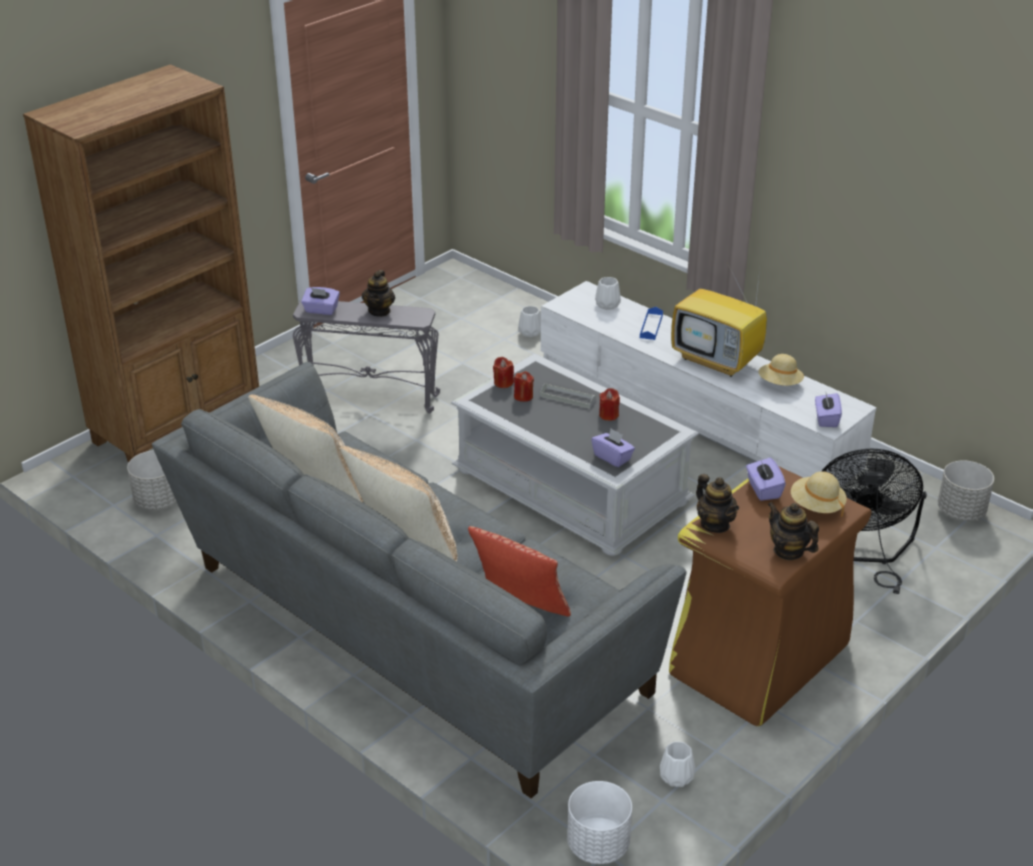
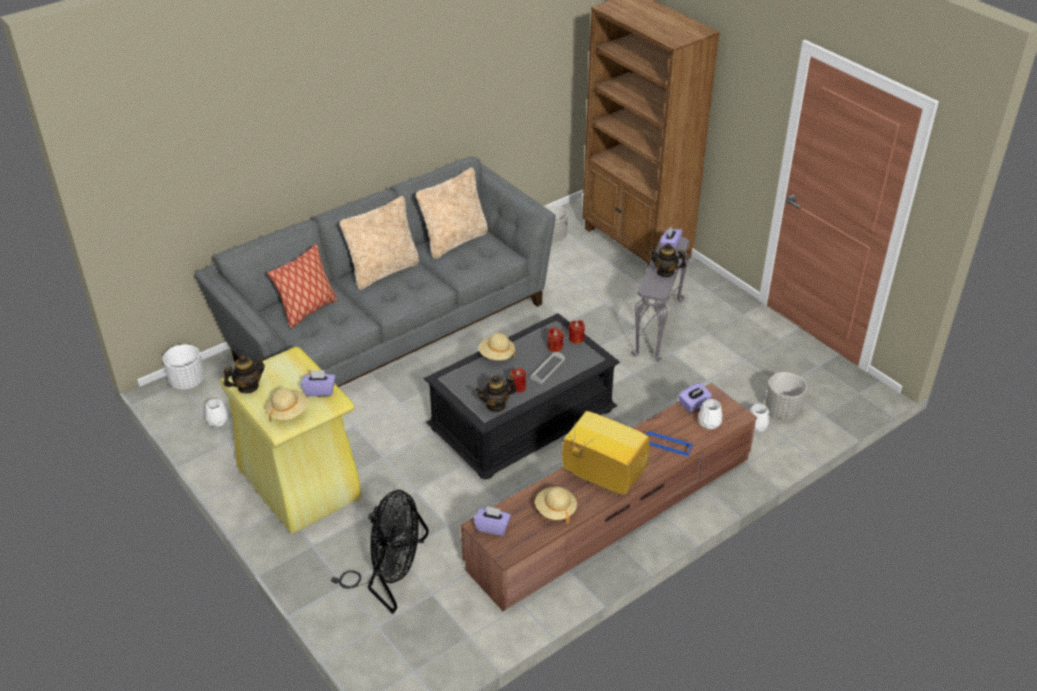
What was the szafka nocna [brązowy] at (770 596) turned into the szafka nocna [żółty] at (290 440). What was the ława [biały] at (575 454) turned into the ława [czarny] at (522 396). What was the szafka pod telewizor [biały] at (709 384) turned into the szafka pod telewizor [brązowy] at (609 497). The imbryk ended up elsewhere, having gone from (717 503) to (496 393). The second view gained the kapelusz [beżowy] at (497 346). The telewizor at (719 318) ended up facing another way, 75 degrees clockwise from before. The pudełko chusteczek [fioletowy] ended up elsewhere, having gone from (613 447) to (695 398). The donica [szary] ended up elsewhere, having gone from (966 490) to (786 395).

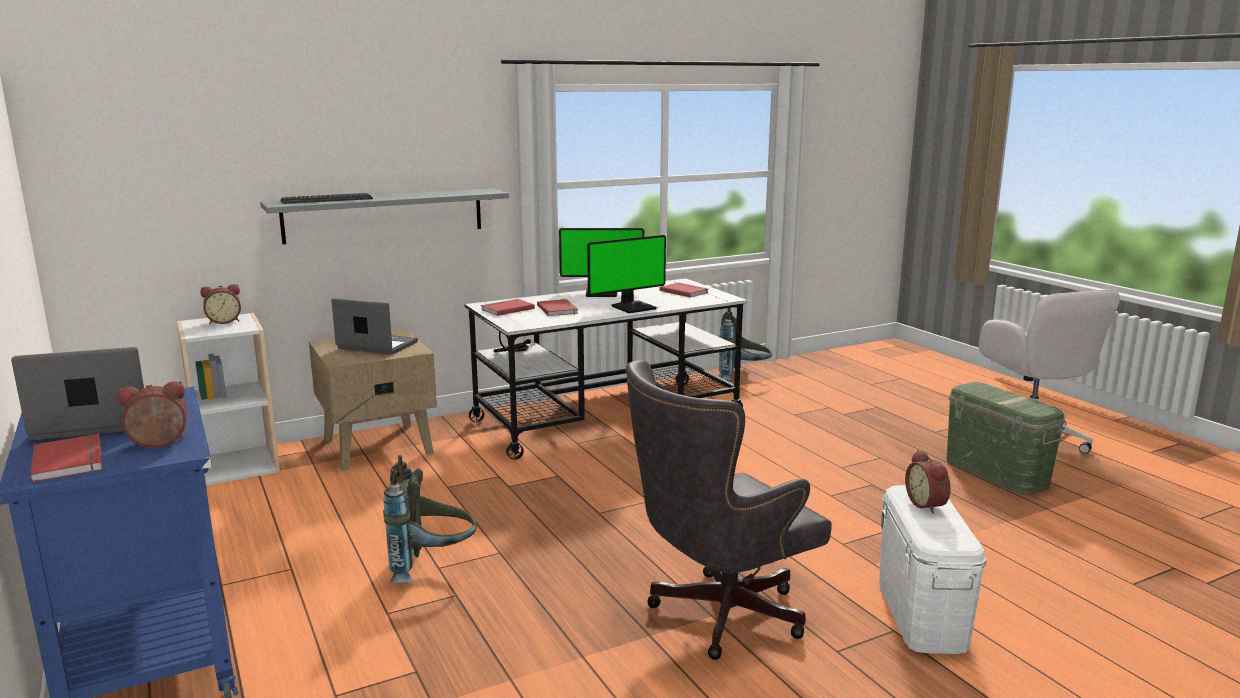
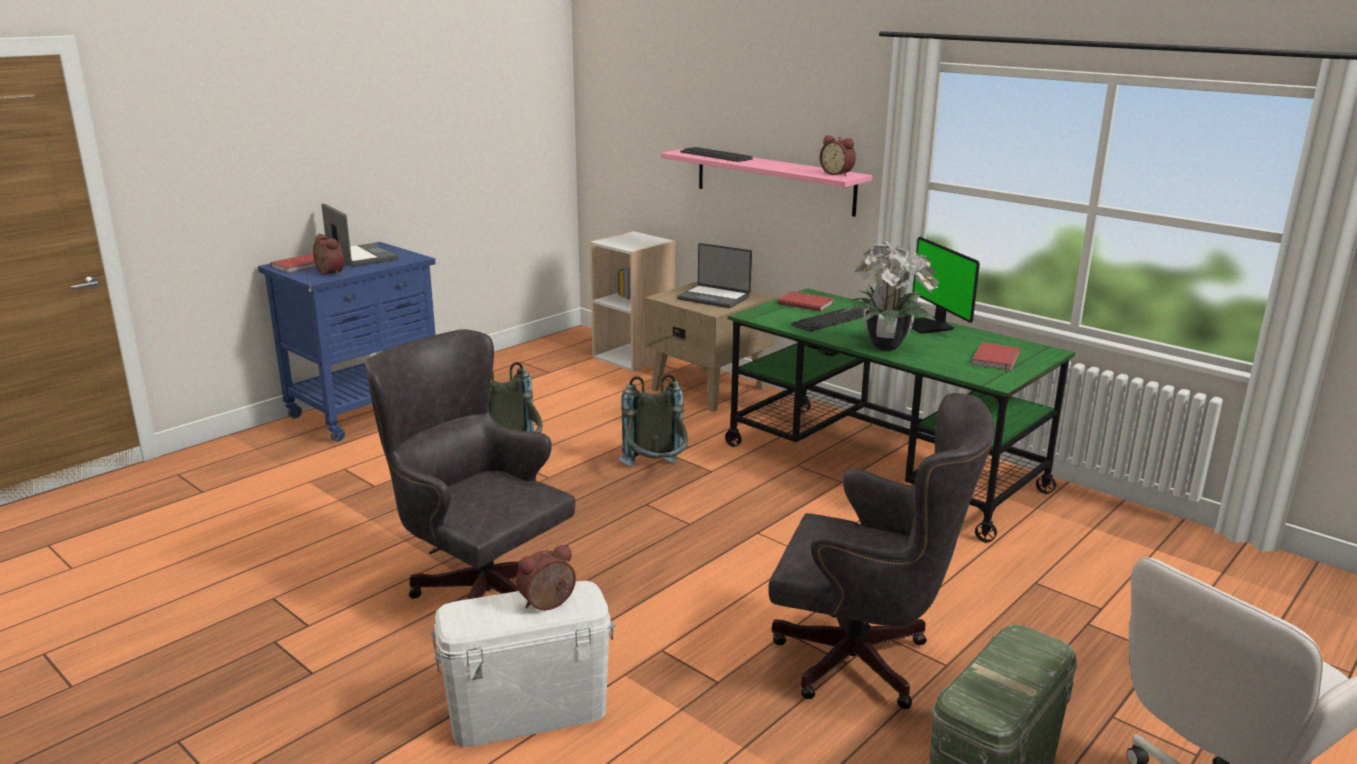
The plecak [szary] ended up elsewhere, having gone from (745 345) to (653 420). What was the półka [szary] at (384 216) turned into the półka [różowy] at (767 183). The laptop at (374 326) ended up facing another way, 120 degrees clockwise from before. What was the biurko [biały] at (606 369) turned into the biurko [zielony] at (900 415). The second view gained the krzesło biurowe [szary] at (881 551). Where the książka [czerwony] stood at (557 307), the klawiatura came to stand at (827 319). The budzik ended up elsewhere, having gone from (220 304) to (838 155). Where the monitor stood at (626 274), the roślina doniczkowa came to stand at (890 296).

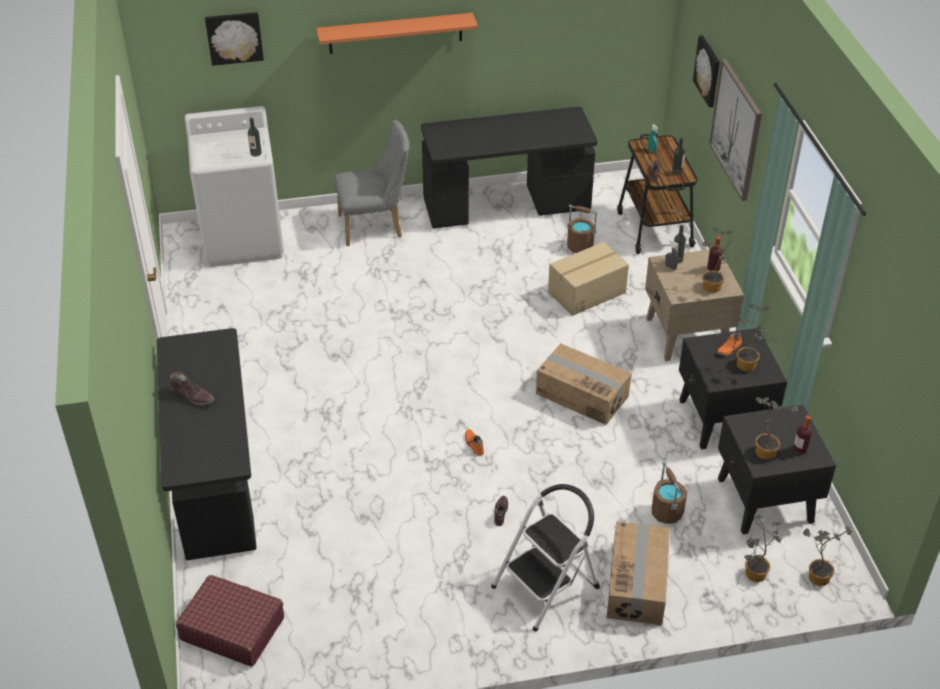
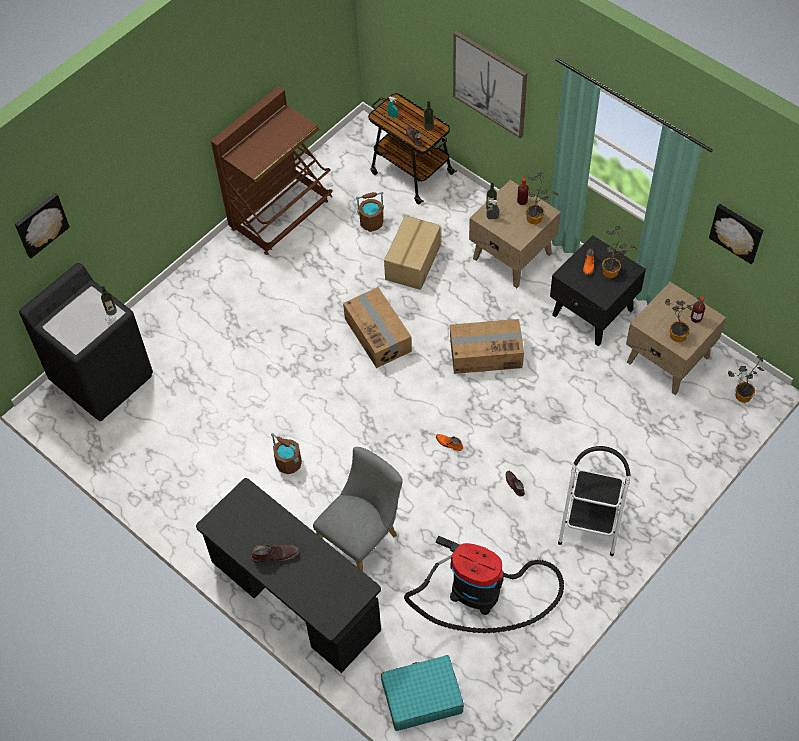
What was the pralka [biały] at (234 186) turned into the pralka [czarny] at (86 342). Where the biurko [czarny] stood at (509 167), the regał na buty [brązowy] came to stand at (272 170). The wiadro [brązowy] ended up elsewhere, having gone from (669 493) to (286 453). The krzesło [szary] ended up elsewhere, having gone from (372 183) to (358 509). The karton ended up elsewhere, having gone from (638 573) to (377 327). What was the walizka [czerwony] at (230 620) turned into the walizka [turkusowy] at (422 693). The second view gained the odkurzacz at (484 584). What was the szafka nocna [czarny] at (777 469) turned into the szafka nocna [beżowy] at (676 338). The obraz ended up elsewhere, having gone from (706 71) to (736 234). The second view lost the półka [pomarańczowy] at (397 33). The second view lost the roślina doniczkowa at (763 548).

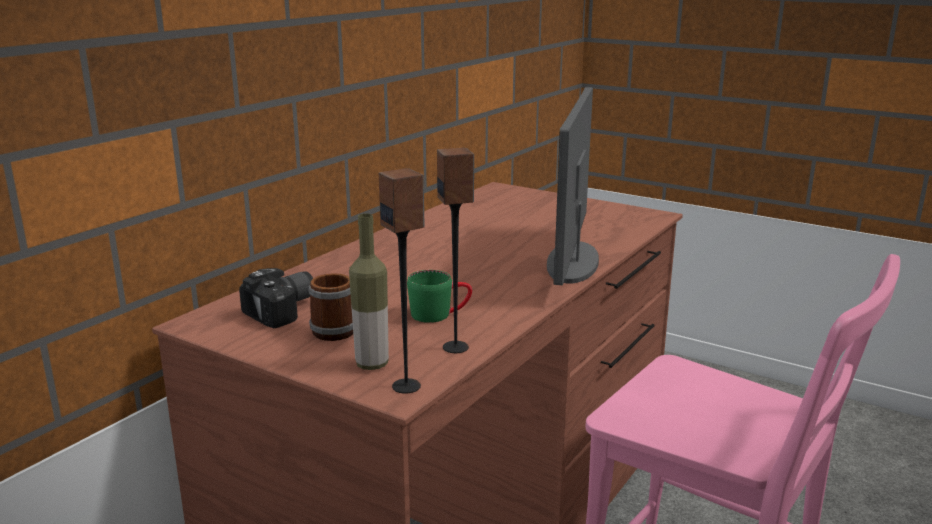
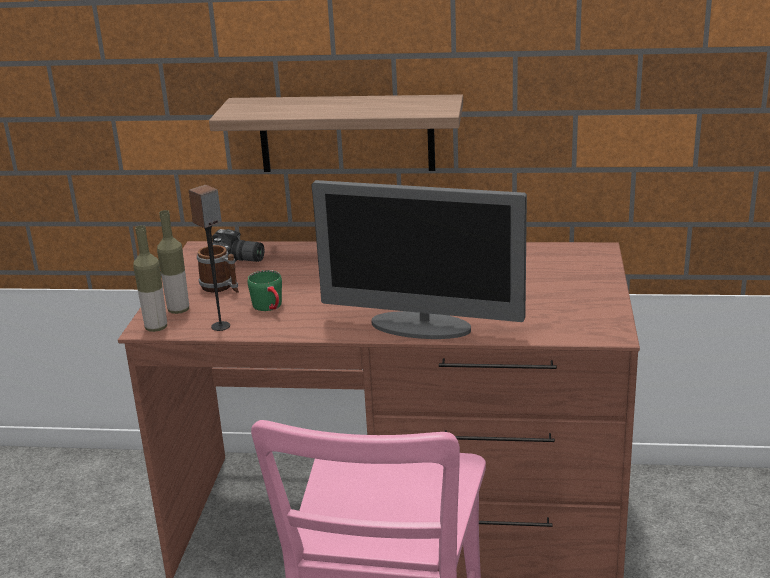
Where the głośnik stood at (402 281), the butelka came to stand at (150 278). The second view gained the półka at (336 133). The monitor at (573 186) ended up facing another way, 150 degrees counterclockwise from before.

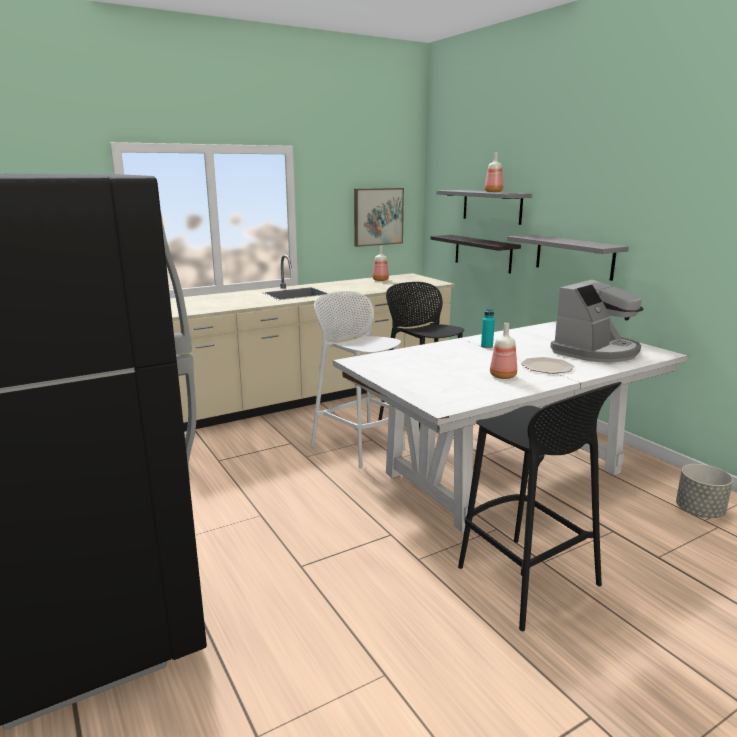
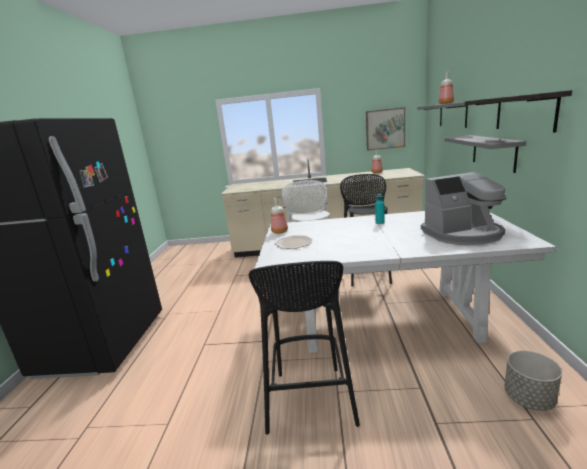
The butelka ended up elsewhere, having gone from (503 351) to (279 216). The talerz ended up elsewhere, having gone from (547 365) to (294 242). The półka ended up elsewhere, having gone from (475 254) to (518 111).

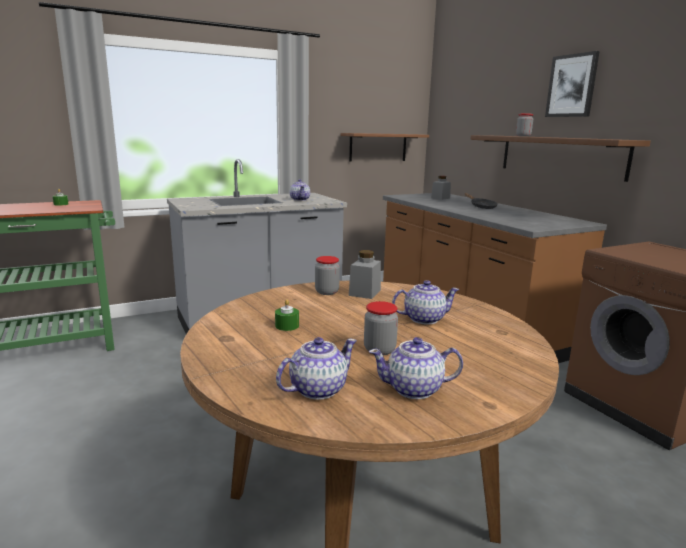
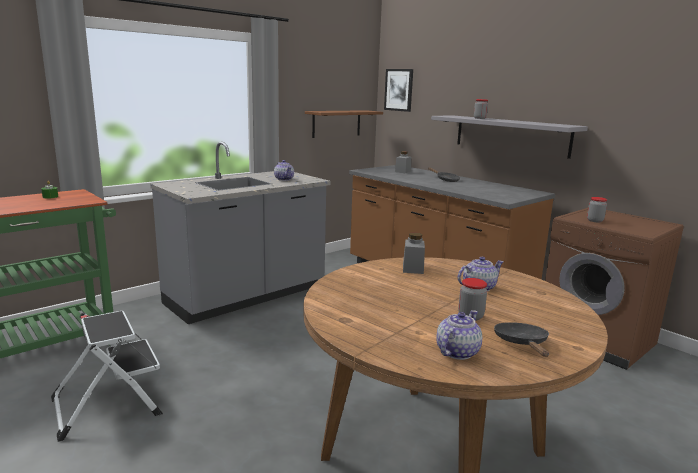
The second view gained the drabinka at (107 376). The obraz ended up elsewhere, having gone from (572 84) to (398 90). What was the półka [brązowy] at (560 158) turned into the półka [szary] at (509 137). Where the imbryk stood at (416 368), the patelnia [czarny] came to stand at (521 339). The słoik ended up elsewhere, having gone from (327 275) to (597 209). The second view lost the świeca [zielony] at (287 315).

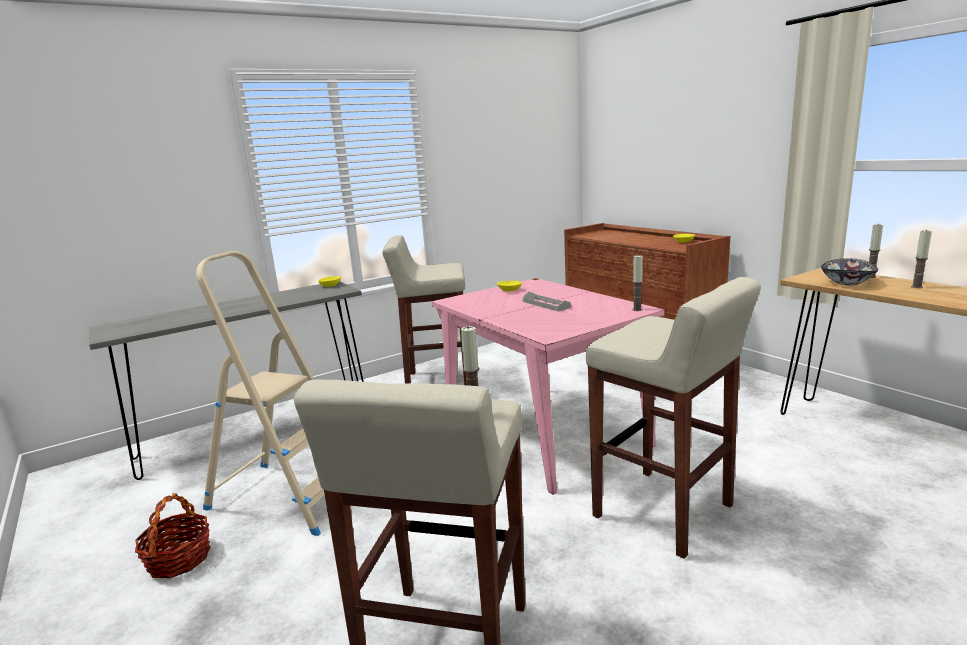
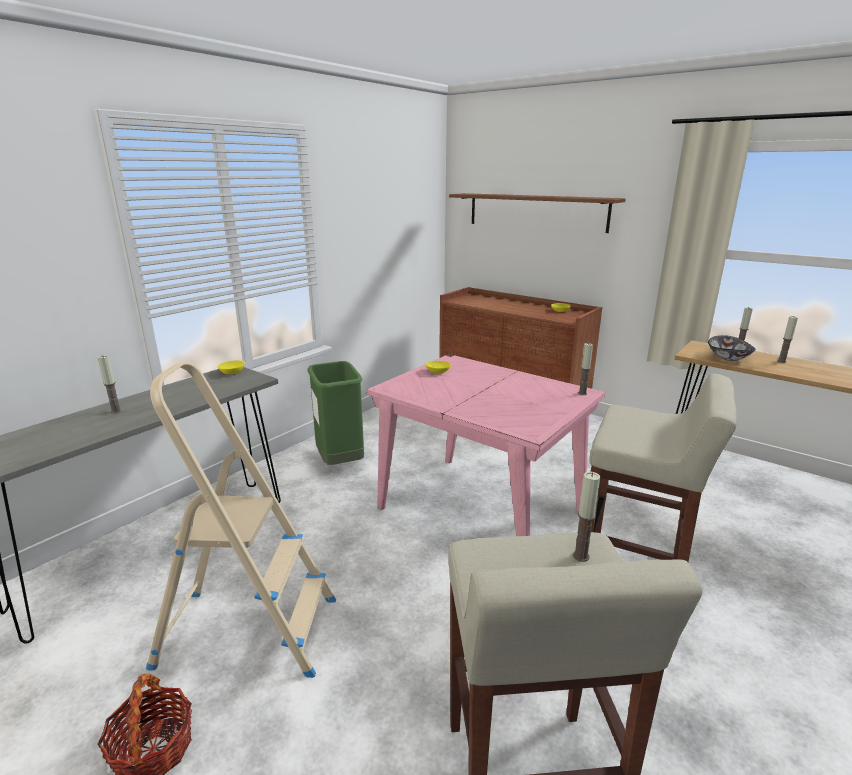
The second view gained the świeca at (110 384). Where the stołek [beżowy] stood at (424 310), the kosz na śmieci [zielony] came to stand at (336 413). The second view gained the półka [brązowy] at (537 213). The second view lost the taca [szary] at (547 302).

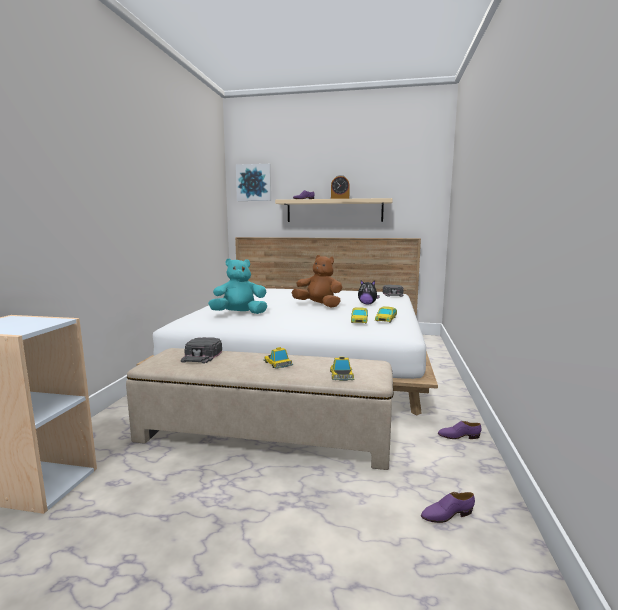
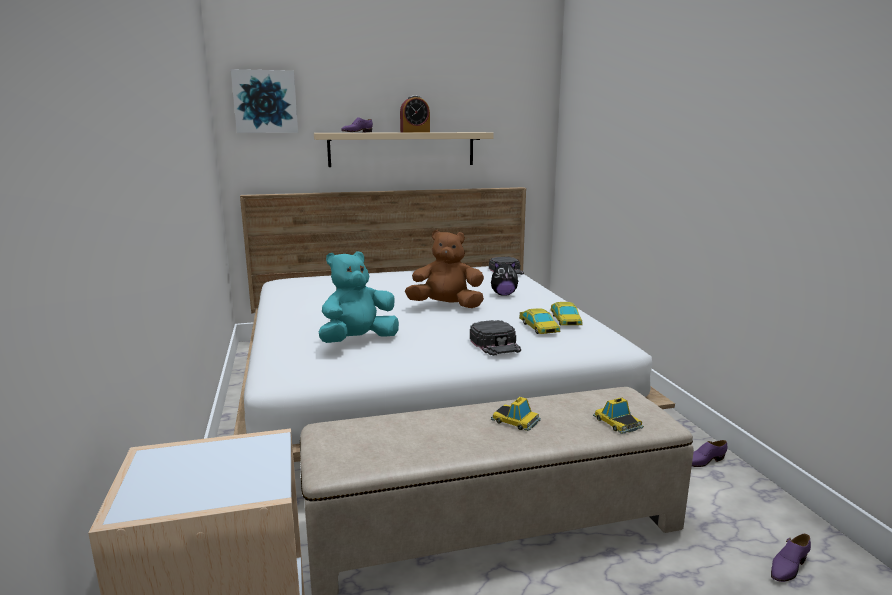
The czapka z daszkiem [czarny] ended up elsewhere, having gone from (201 350) to (495 338).

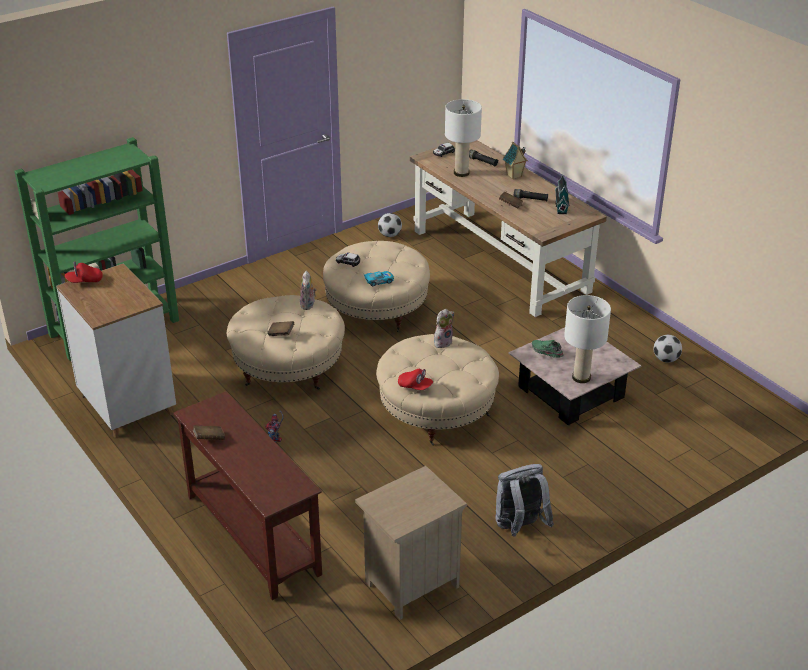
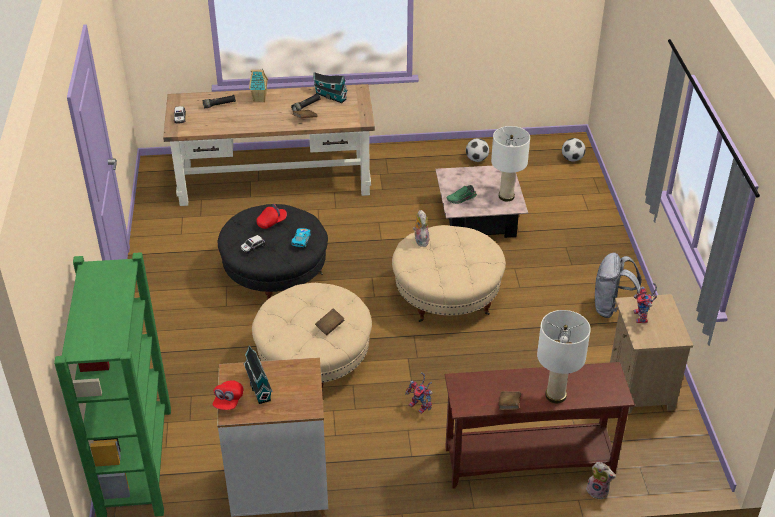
What was the pufa [beżowy] at (376 286) turned into the pufa [czarny] at (273 252). The second view gained the domek at (258 375). The czapka z daszkiem [czerwony] ended up elsewhere, having gone from (415 379) to (271 216). The lampa stołowa [biały] ended up elsewhere, having gone from (463 138) to (564 356). The piłka futbolowa ended up elsewhere, having gone from (390 225) to (574 150). The pluszak ended up elsewhere, having gone from (308 290) to (601 481). The second view gained the robot zabawkowy at (645 303).

